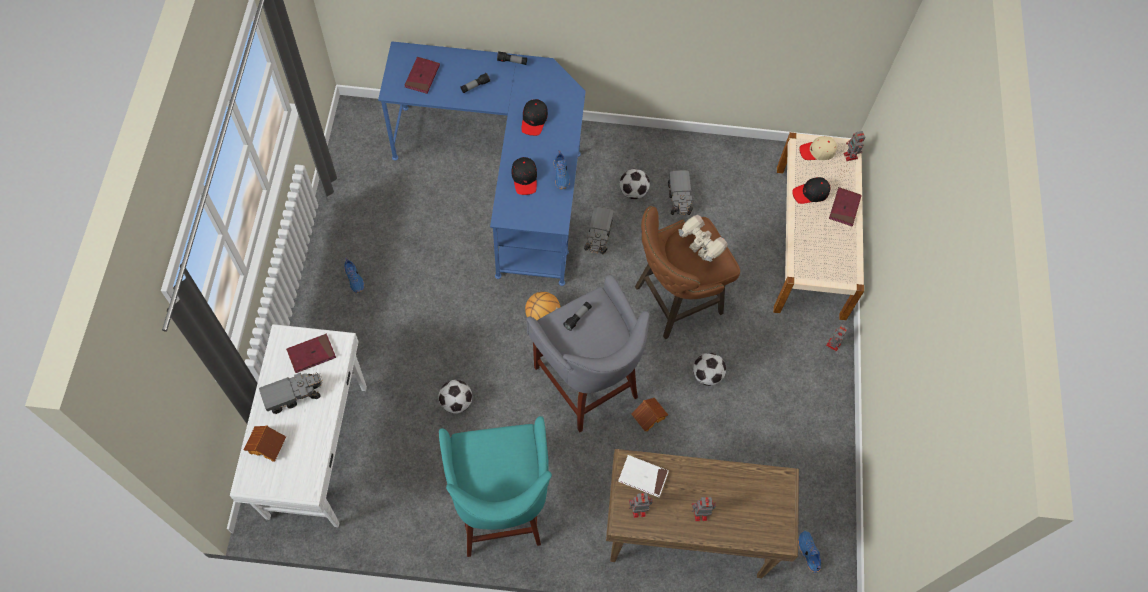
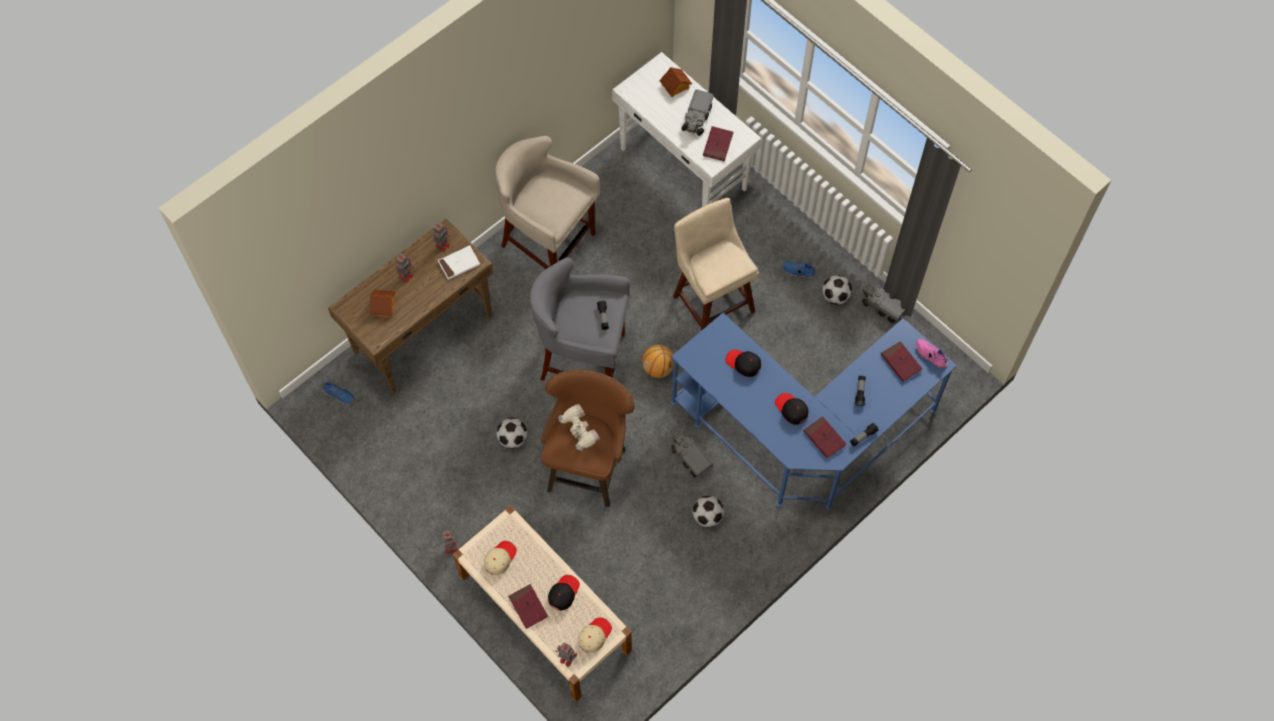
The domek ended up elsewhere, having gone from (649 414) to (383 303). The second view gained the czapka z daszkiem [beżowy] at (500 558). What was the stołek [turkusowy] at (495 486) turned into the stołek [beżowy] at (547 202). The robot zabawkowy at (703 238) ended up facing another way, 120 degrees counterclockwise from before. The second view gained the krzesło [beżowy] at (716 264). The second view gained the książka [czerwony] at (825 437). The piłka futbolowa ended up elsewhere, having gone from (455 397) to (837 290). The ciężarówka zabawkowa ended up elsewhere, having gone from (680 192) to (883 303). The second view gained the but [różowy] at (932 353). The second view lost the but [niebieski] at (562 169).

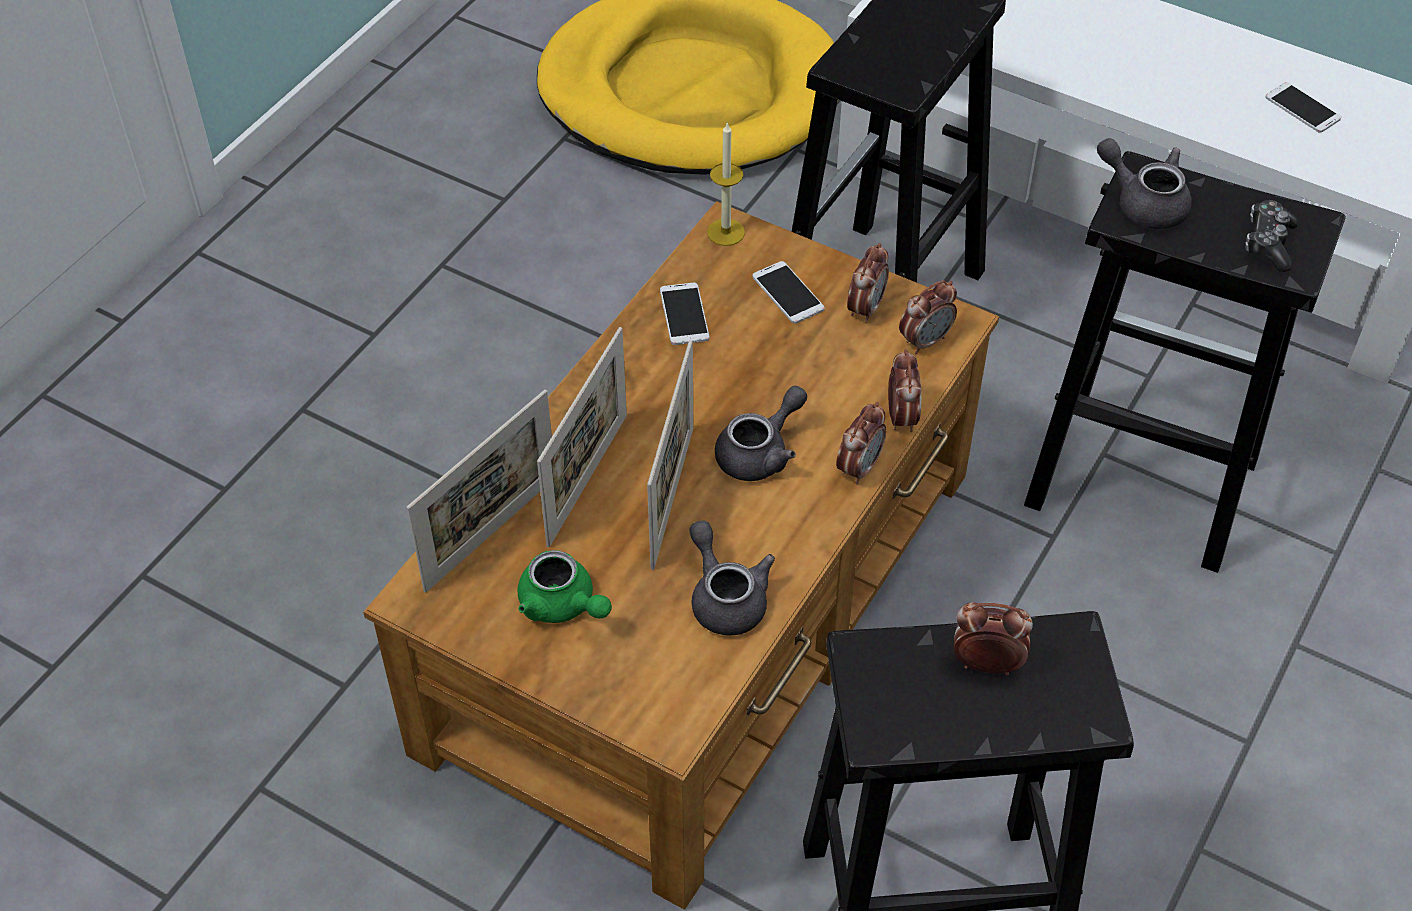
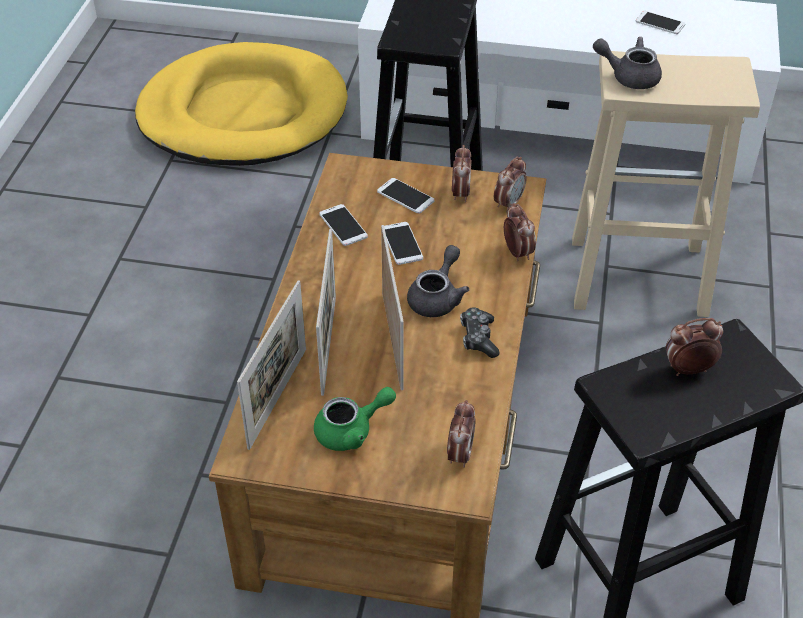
The imbryk [zielony] at (564 586) ended up facing another way, 45 degrees counterclockwise from before. The second view gained the telefon at (403 243). The budzik ended up elsewhere, having gone from (861 443) to (461 434). The pad do gier ended up elsewhere, having gone from (1272 236) to (479 332). What was the stołek [czarny] at (1185 362) turned into the stołek [beżowy] at (666 184). The second view lost the imbryk [szary] at (732 578). The second view lost the świeca at (726 184).

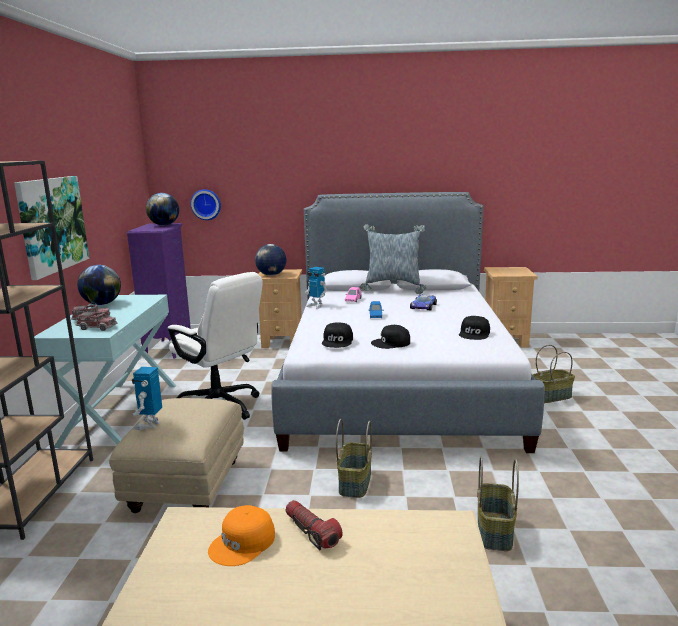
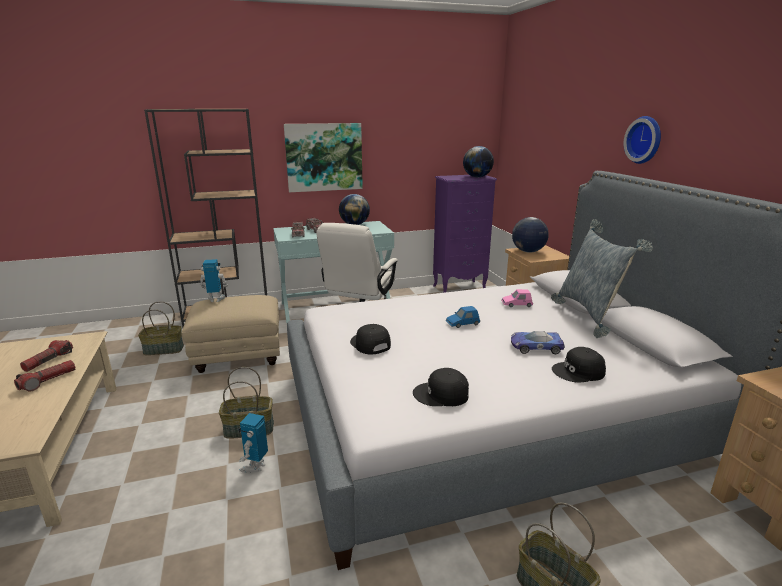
Where the czapka z daszkiem [pomarańczowy] stood at (241 535), the latarka came to stand at (46 356). The koszyk ended up elsewhere, having gone from (498 504) to (161 328). The robot zabawkowy ended up elsewhere, having gone from (316 288) to (253 443). The czapka z daszkiem [czarny] ended up elsewhere, having gone from (337 335) to (579 365). The zegar ścienny ended up elsewhere, having gone from (206 204) to (642 140).

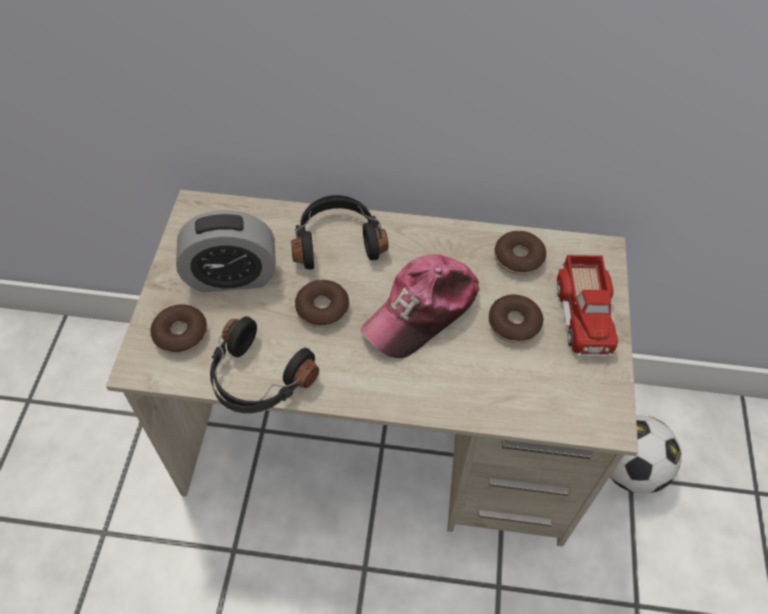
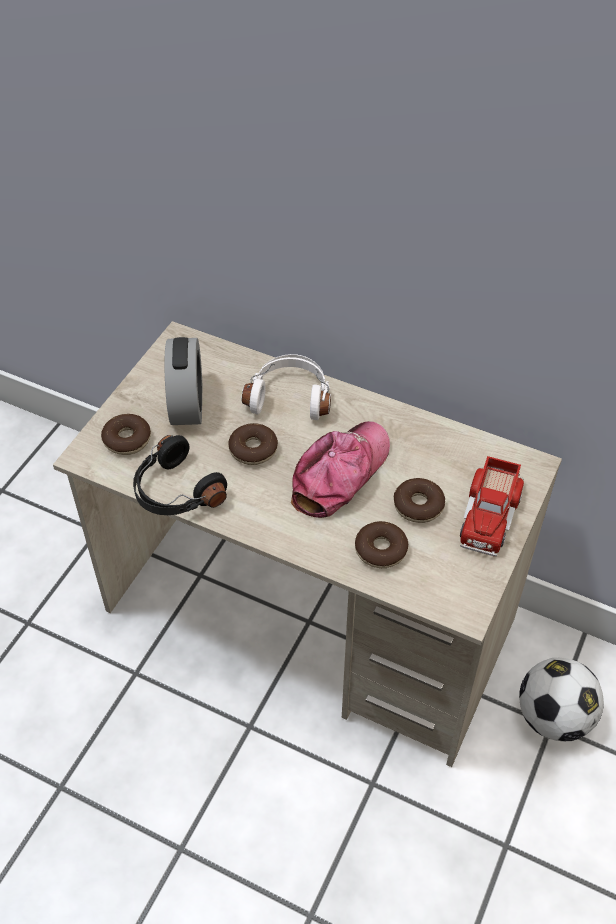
The budzik at (226 251) ended up facing another way, 105 degrees counterclockwise from before. What was the słuchawki [czarny] at (339 232) turned into the słuchawki [biały] at (286 387). The czapka z daszkiem at (420 306) ended up facing another way, 150 degrees clockwise from before. The donut ended up elsewhere, having gone from (520 253) to (381 544).

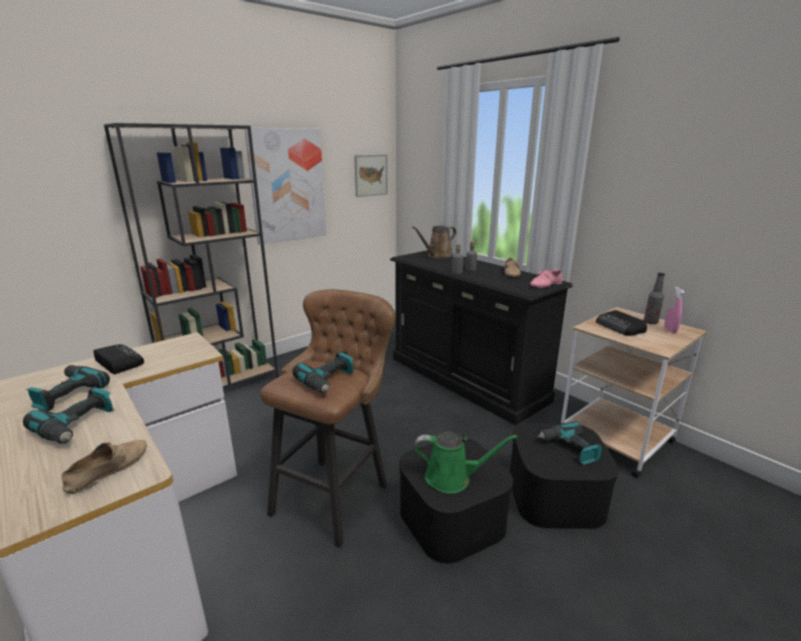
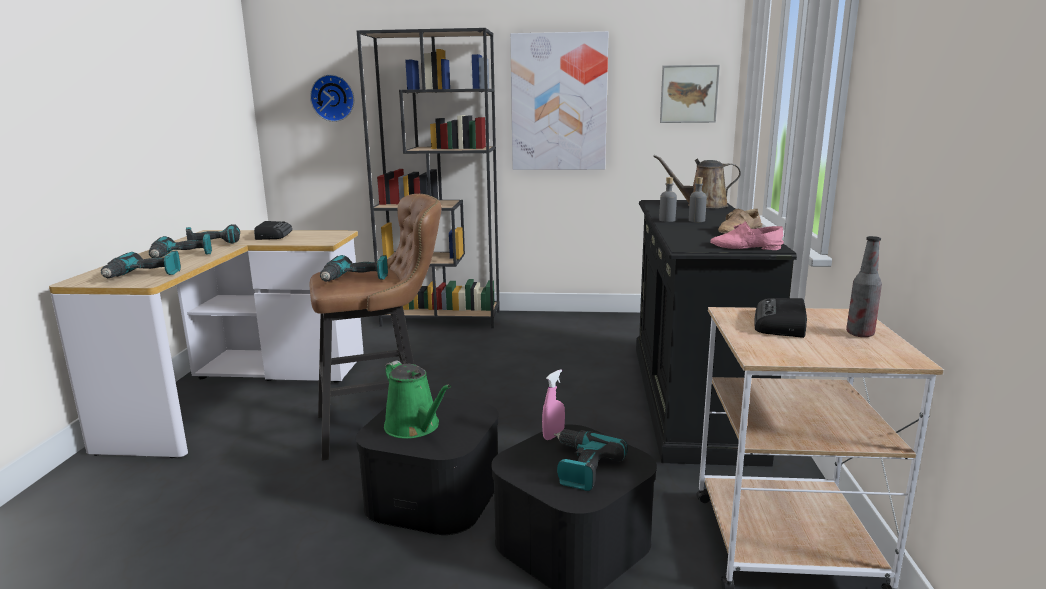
Where the but [beżowy] stood at (104 467), the wiertarka came to stand at (141 265). The second view gained the zegar ścienny at (332 98). The spryskiwacz [różowy] ended up elsewhere, having gone from (674 310) to (553 404).

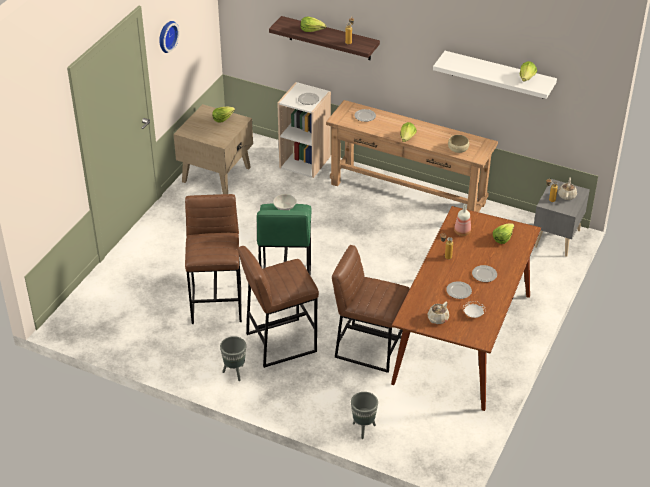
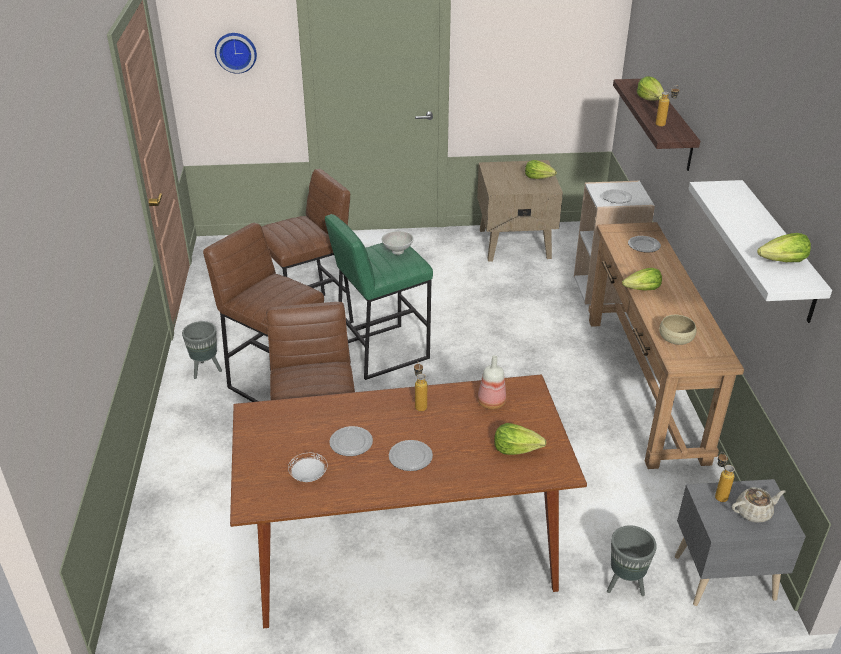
The zegar ścienny ended up elsewhere, having gone from (169 37) to (236 53). The donica [szary] ended up elsewhere, having gone from (364 415) to (632 560). The second view lost the imbryk [beżowy] at (438 313).

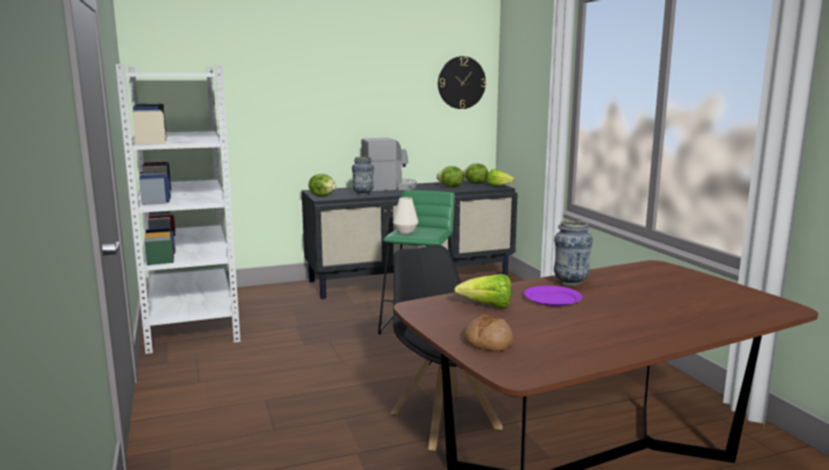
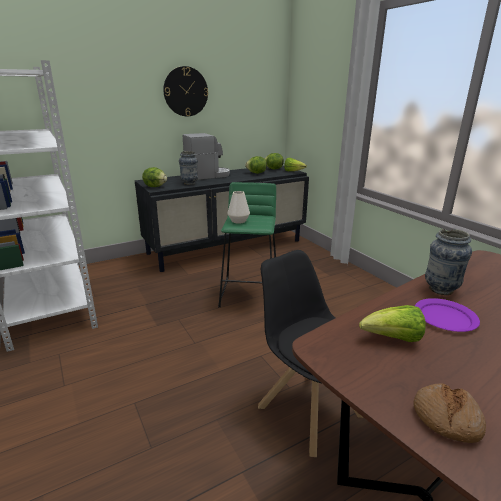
The zegar ścienny ended up elsewhere, having gone from (462 82) to (185 91).

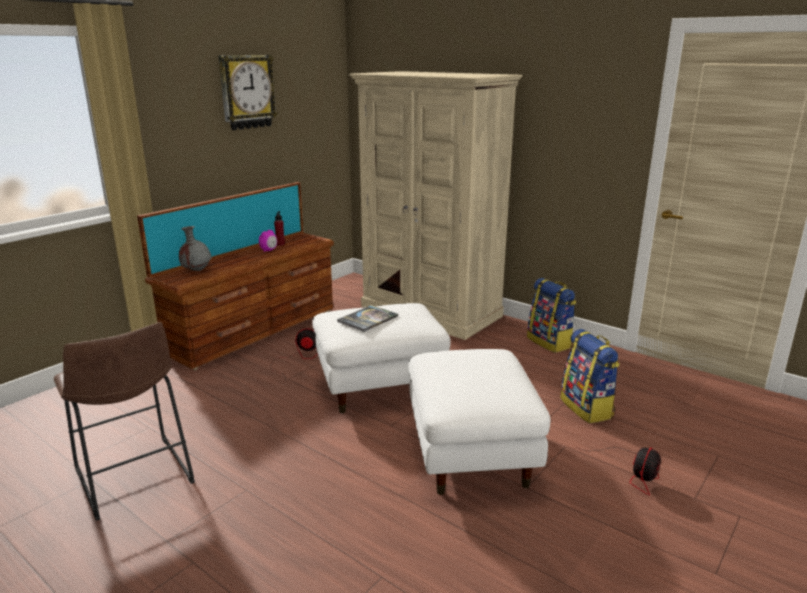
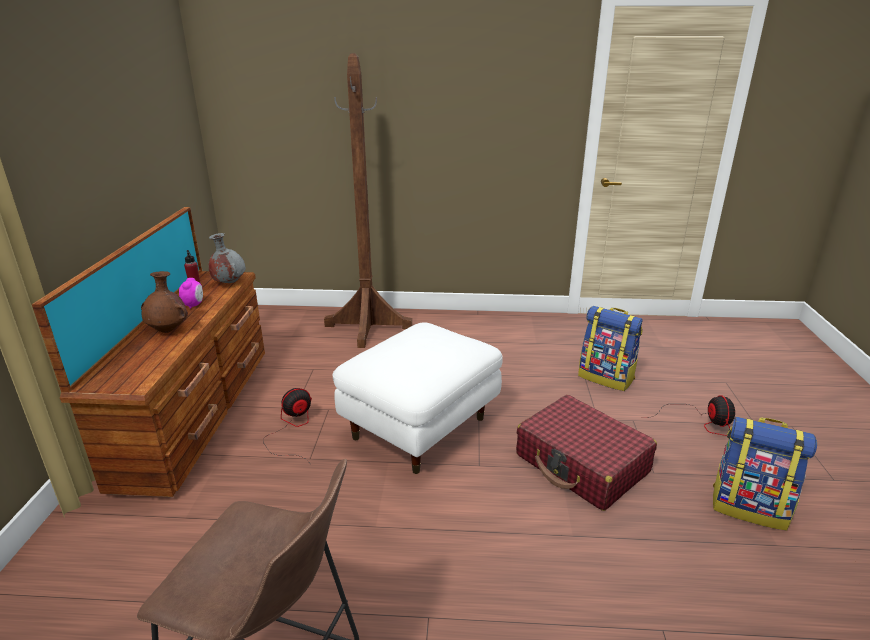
The second view gained the wazon [brązowy] at (164 302). The wazon [szary] ended up elsewhere, having gone from (195 248) to (227 258). Where the szafa [beżowy] stood at (435 205), the wieszak [brązowy] came to stand at (368 200). Where the pufa [biały] stood at (479 422), the walizka [czerwony] came to stand at (586 453). The plecak ended up elsewhere, having gone from (551 315) to (765 474). The second view lost the zegar ścienny at (248 92). The second view lost the książka at (367 318).

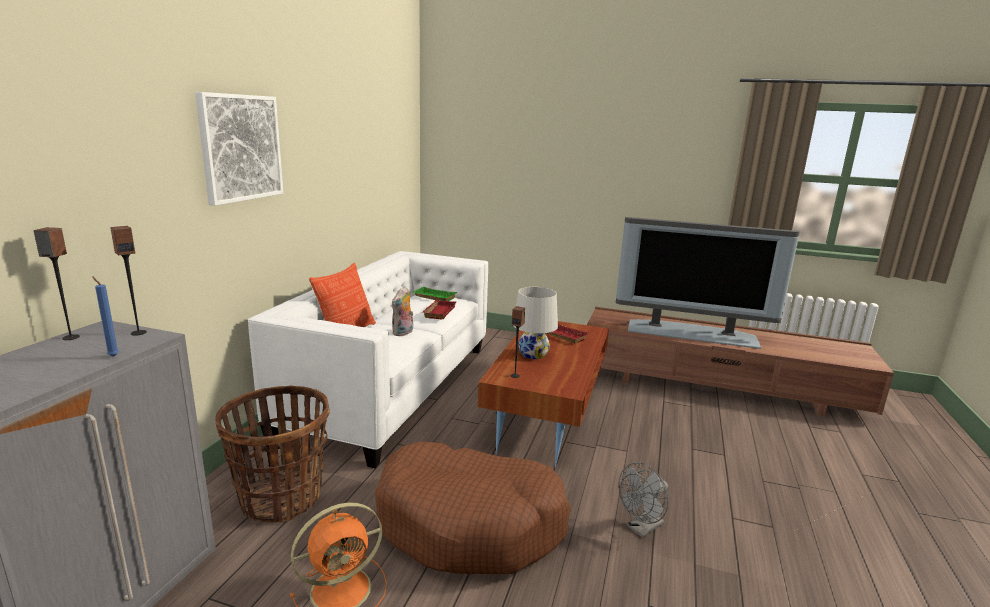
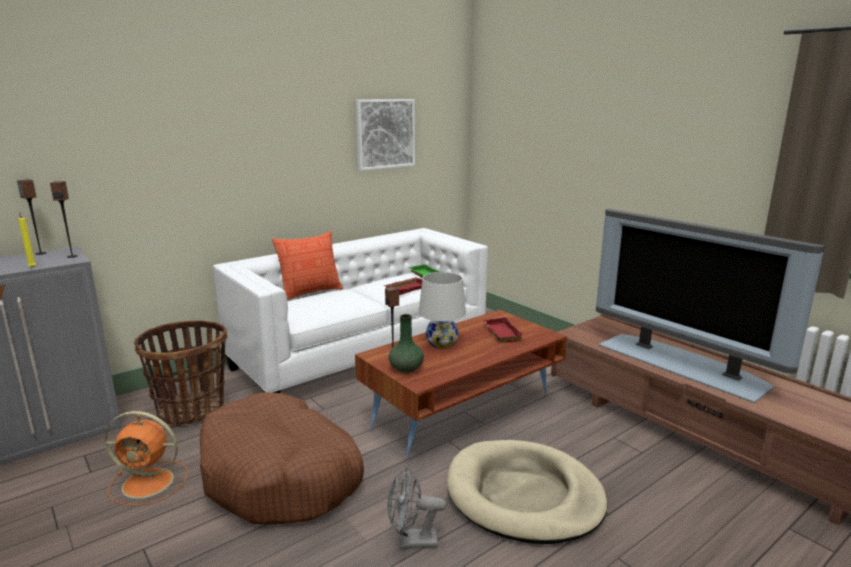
What was the świeca [niebieski] at (105 316) turned into the świeca [żółty] at (27 240). The obraz ended up elsewhere, having gone from (239 149) to (385 135). The second view gained the wazon [zielony] at (406 343). The second view gained the legowisko [beżowy] at (527 492). The second view lost the pluszak at (402 311).

